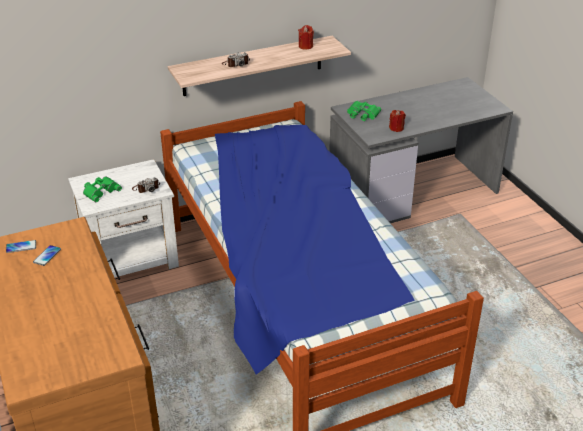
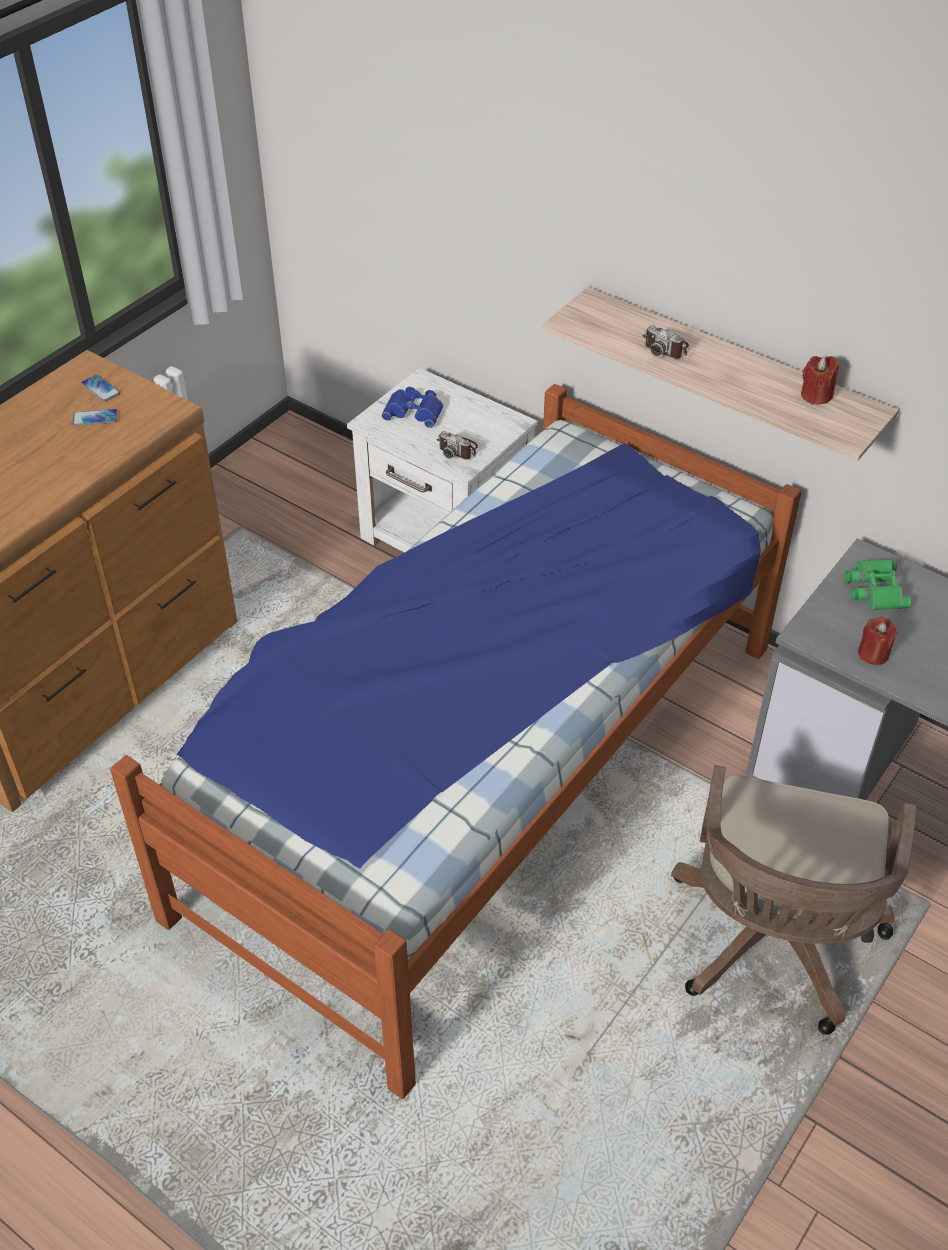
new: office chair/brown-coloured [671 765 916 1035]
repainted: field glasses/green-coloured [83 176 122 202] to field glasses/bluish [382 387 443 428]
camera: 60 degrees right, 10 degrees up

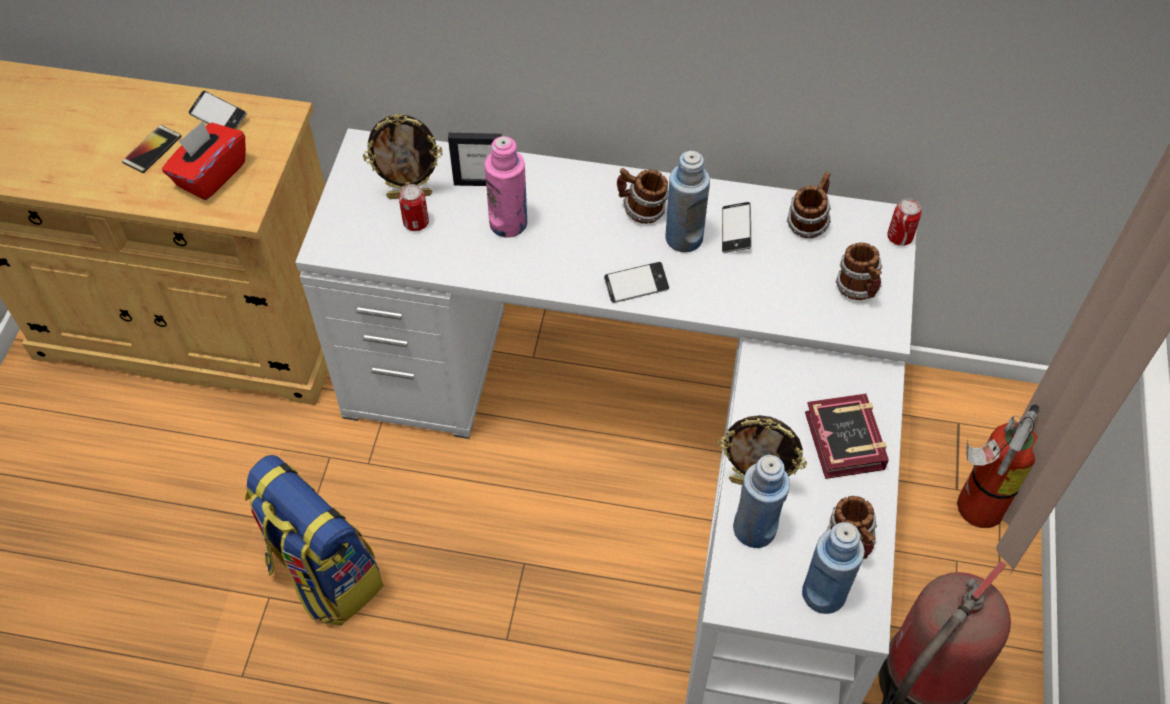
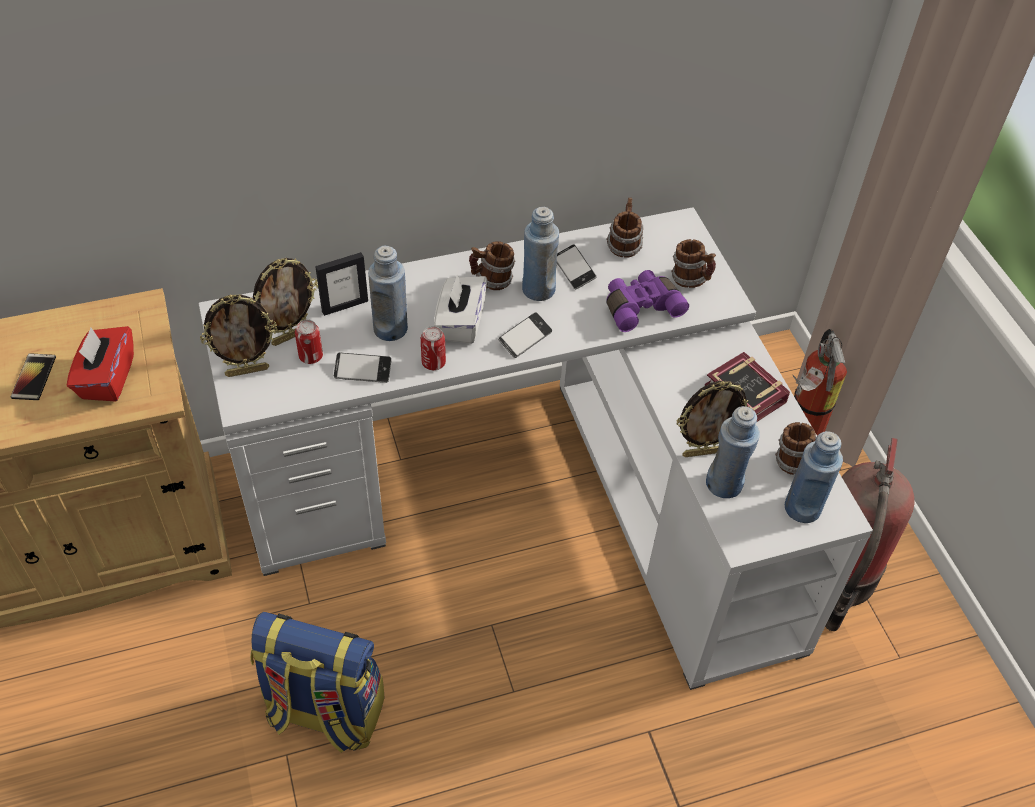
new: field glasses/purplish [606 270 689 332]; box of tissues/white [434 275 487 344]; standing frame [200 294 277 377]
shifted: phone [189 91 246 129] to [334 352 392 383]; sealed can [887 198 921 246] to [421 326 446 370]
repainted: drink bottle/pinkish [485 136 527 238] to drink bottle/bluish [368 246 408 341]
camera: 30 degrees left, 5 degrees down

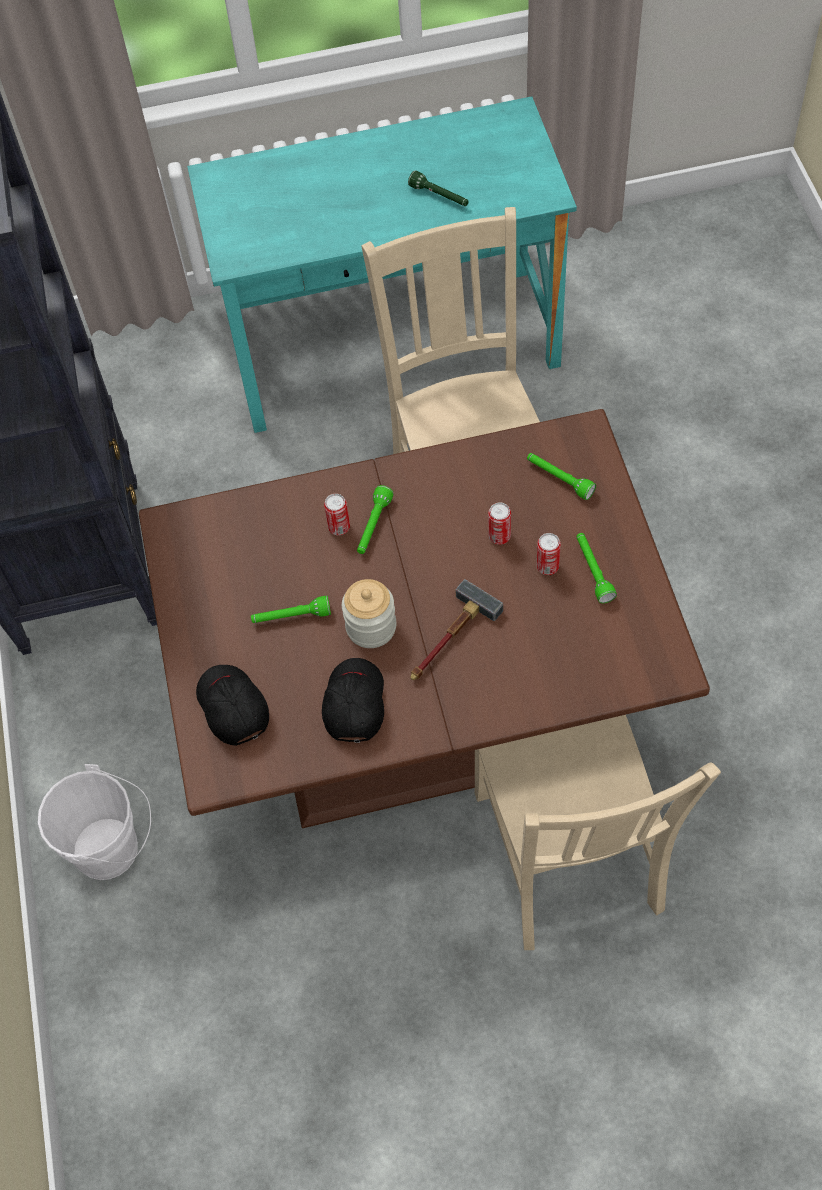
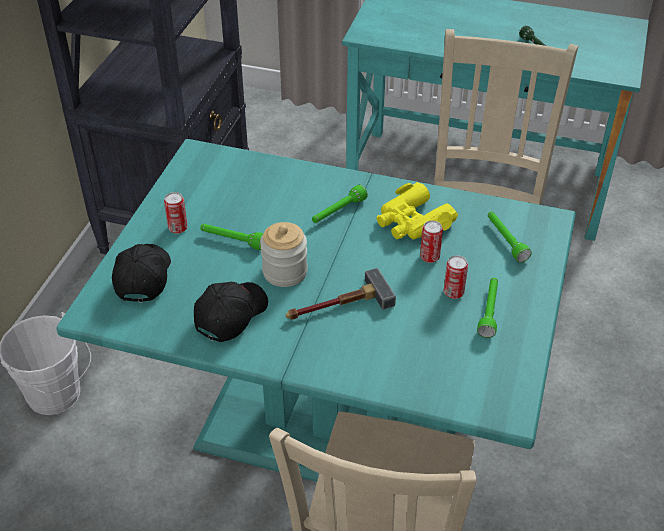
new: field glasses/yellow-coloured [377 182 458 239]
shifted: sealed can [324 494 350 535] to [164 192 188 234]
repainted: kitchen table/brown-coloured [139 409 710 828] to kitchen table/turquoise-coloured [57 139 576 482]
camera: 25 degrees right, 15 degrees down

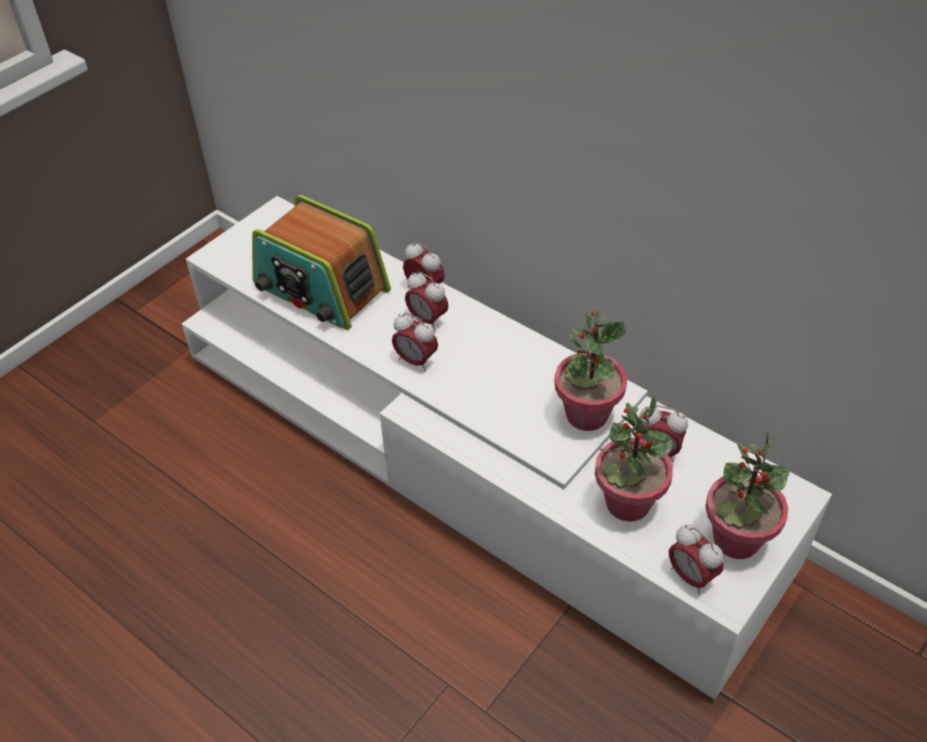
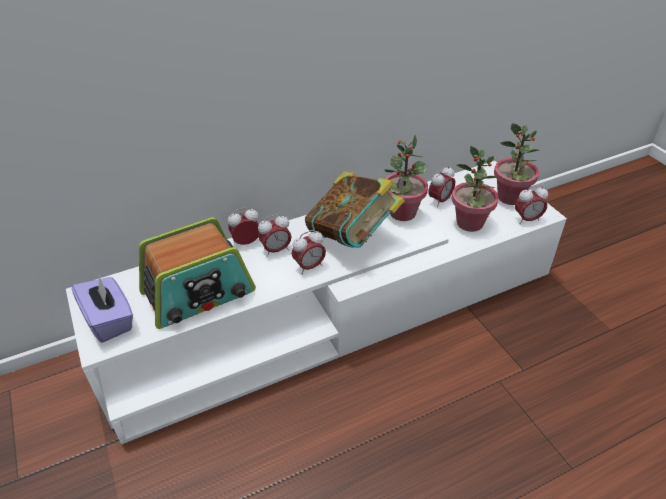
new: bound book [305 171 405 248]; box of tissues/purplish [72 276 133 343]
camera: 65 degrees left, 5 degrees down

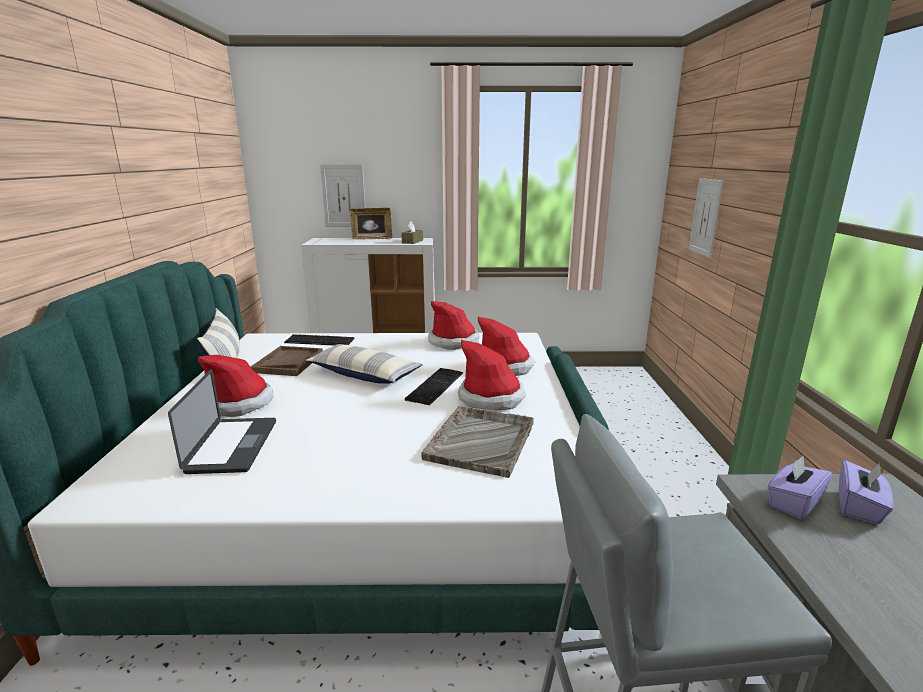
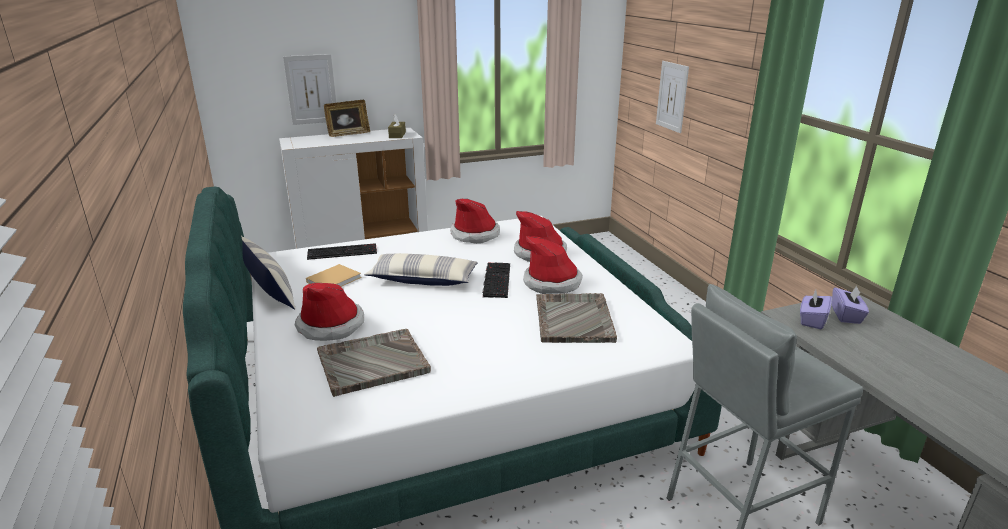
swapped: carrying tray/brown-coloured [251 346 323 376] to bound book/sand-coloured [306 264 362 287]; portable computer [168 369 276 474] to carrying tray/grey [317 329 431 397]
camera: 20 degrees left, 5 degrees up

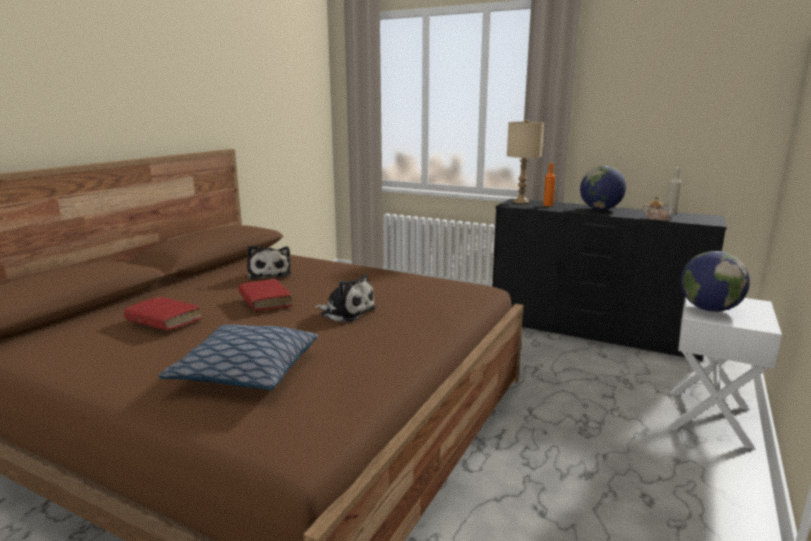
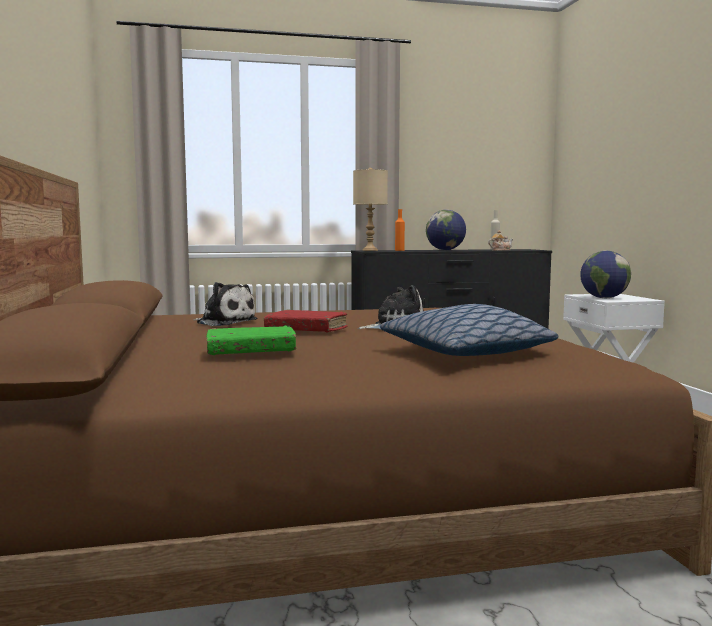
repainted: bound book/reddish [123 296 202 330] to bound book/green-coloured [206 326 296 355]
camera: 40 degrees left, 10 degrees down

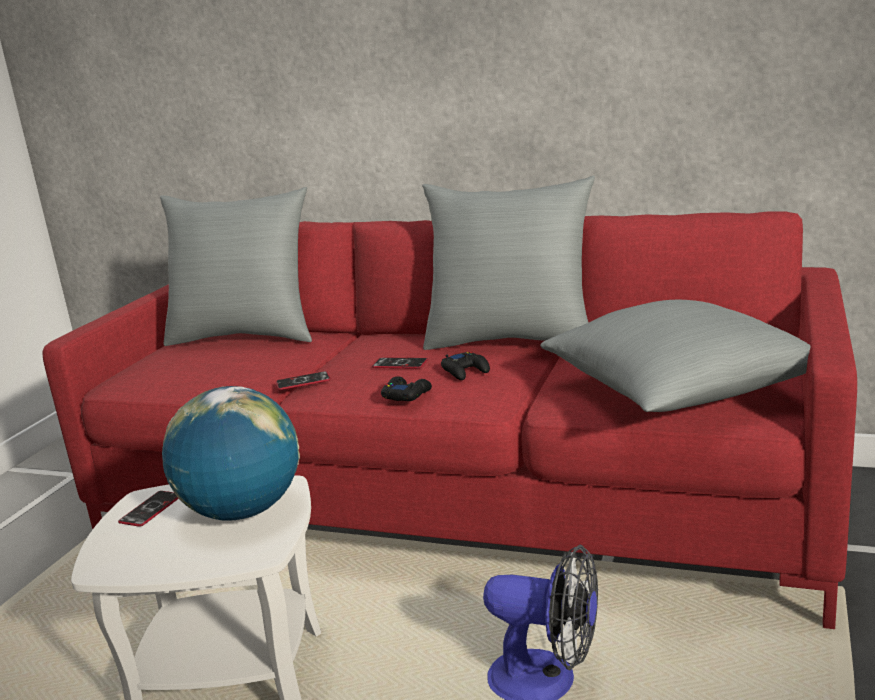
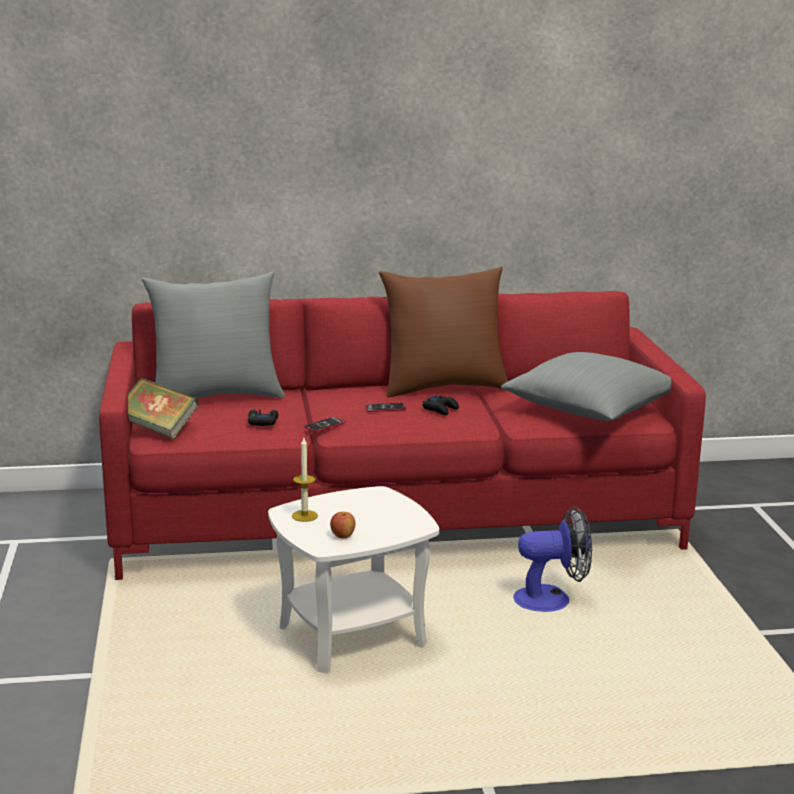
gone: desk globe [162 386 300 521]
new: bound book [128 378 199 439]; whole apple [330 512 355 539]
shifted: joypad/blackish [381 376 432 401] to [248 410 279 426]
swapped: phone [118 491 178 527] to candle [292 438 318 522]
repainted: pillow/grey [422 176 595 350] to pillow/brown-coloured [379 267 508 397]
camera: 30 degrees left, 0 degrees up

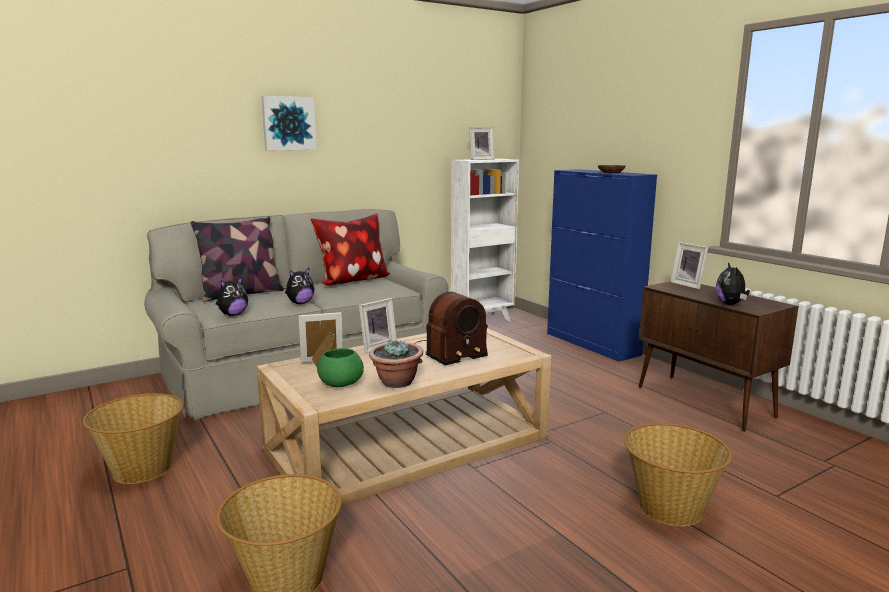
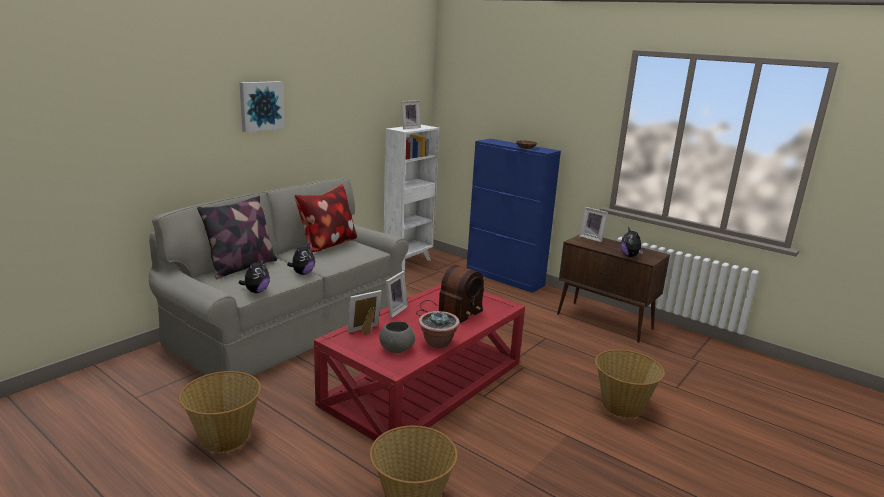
repainted: coffee table/sand-coloured [257 328 551 506] to coffee table/reddish [314 284 525 441]; deep dish/green-coloured [317 348 364 387] to deep dish/grey [379 321 415 353]
camera: 20 degrees left, 5 degrees up

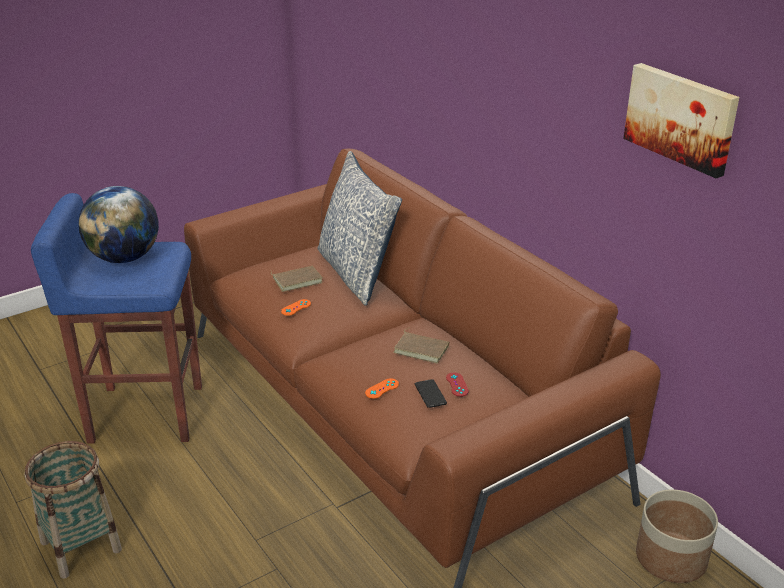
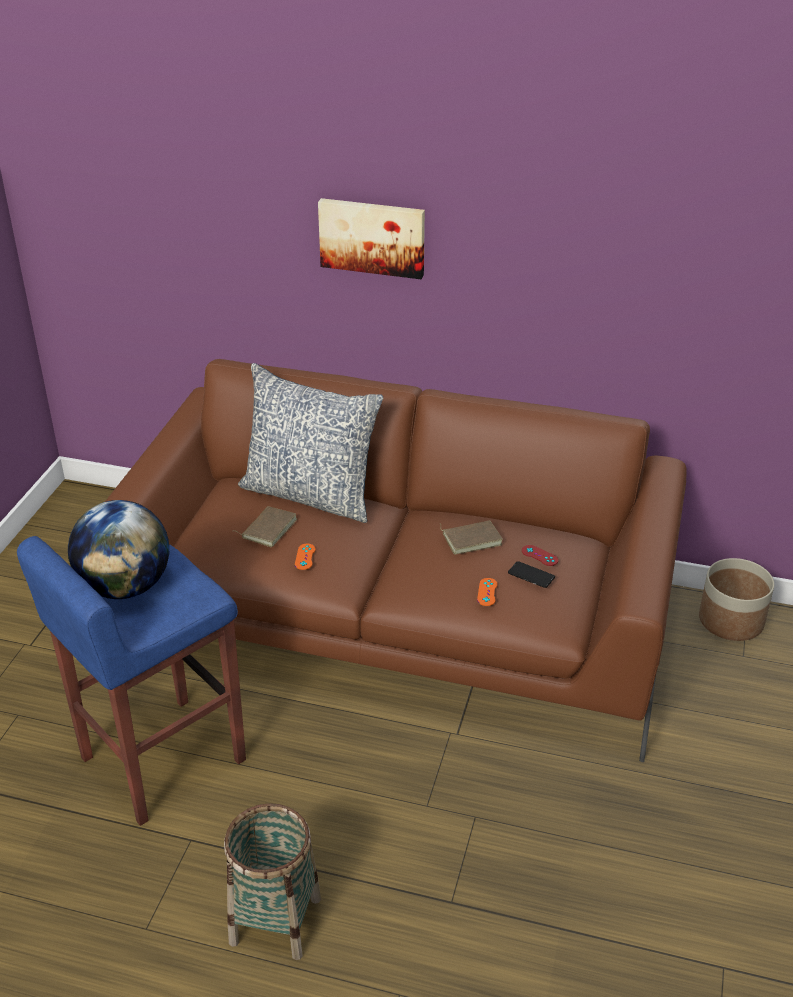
shifted: wall picture [623 63 739 178] to [318 198 425 279]
camera: 40 degrees left, 5 degrees up

